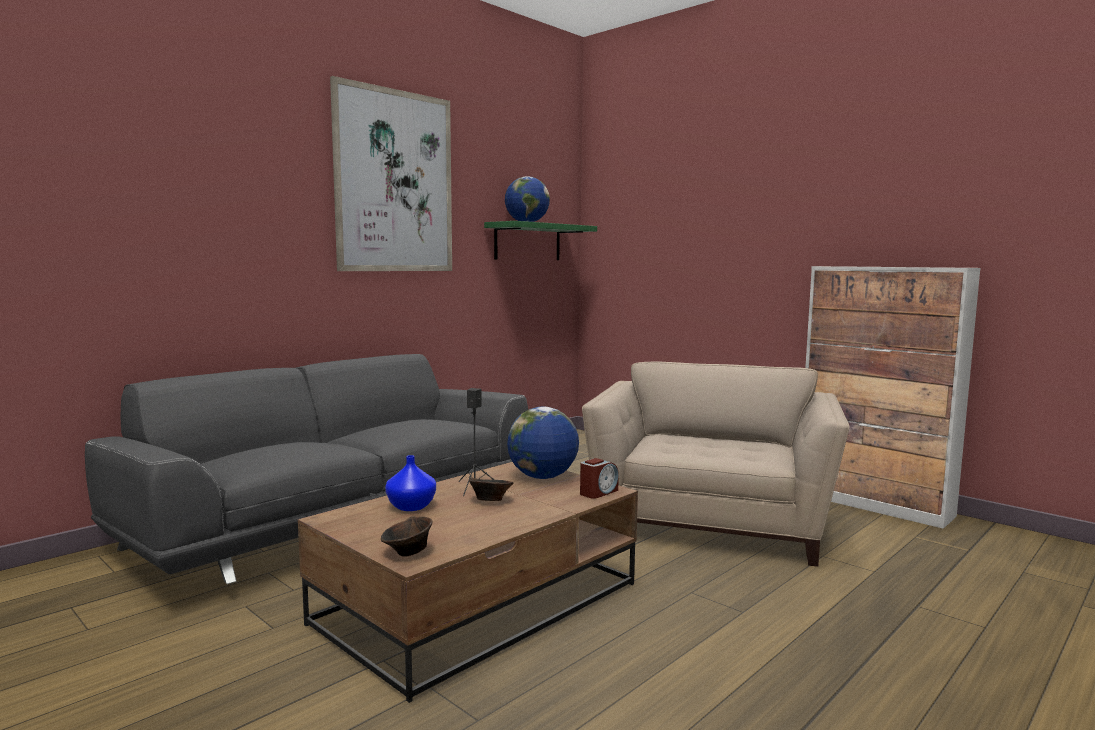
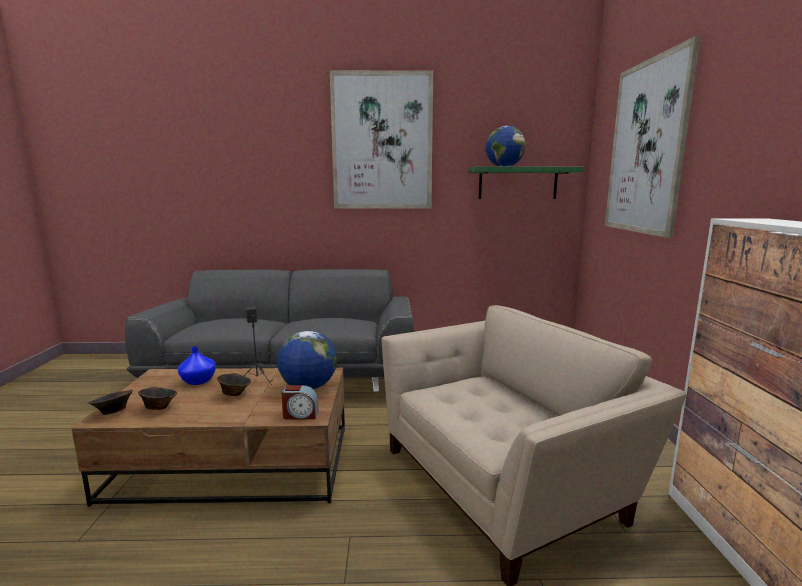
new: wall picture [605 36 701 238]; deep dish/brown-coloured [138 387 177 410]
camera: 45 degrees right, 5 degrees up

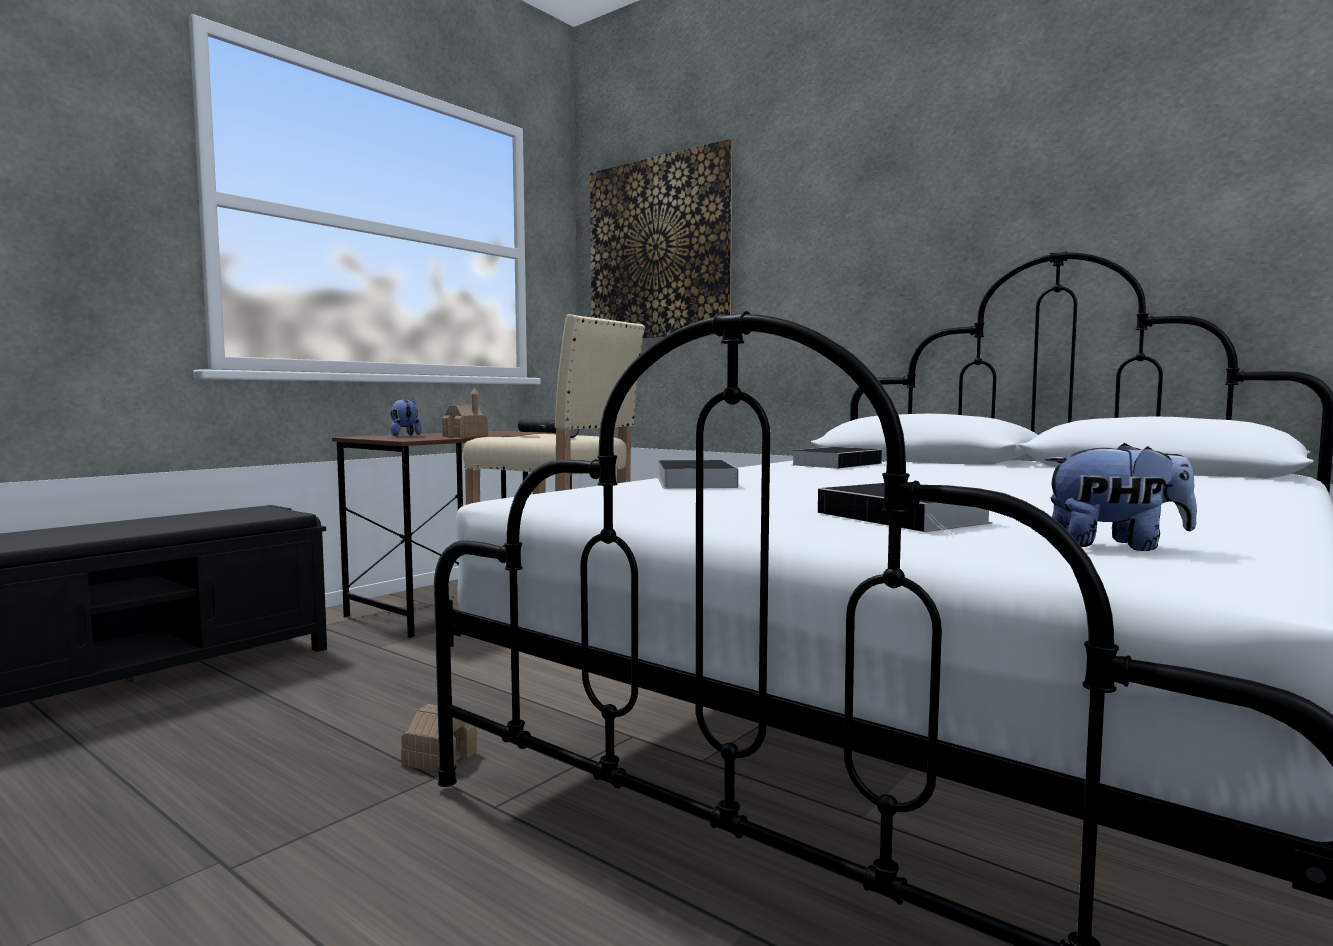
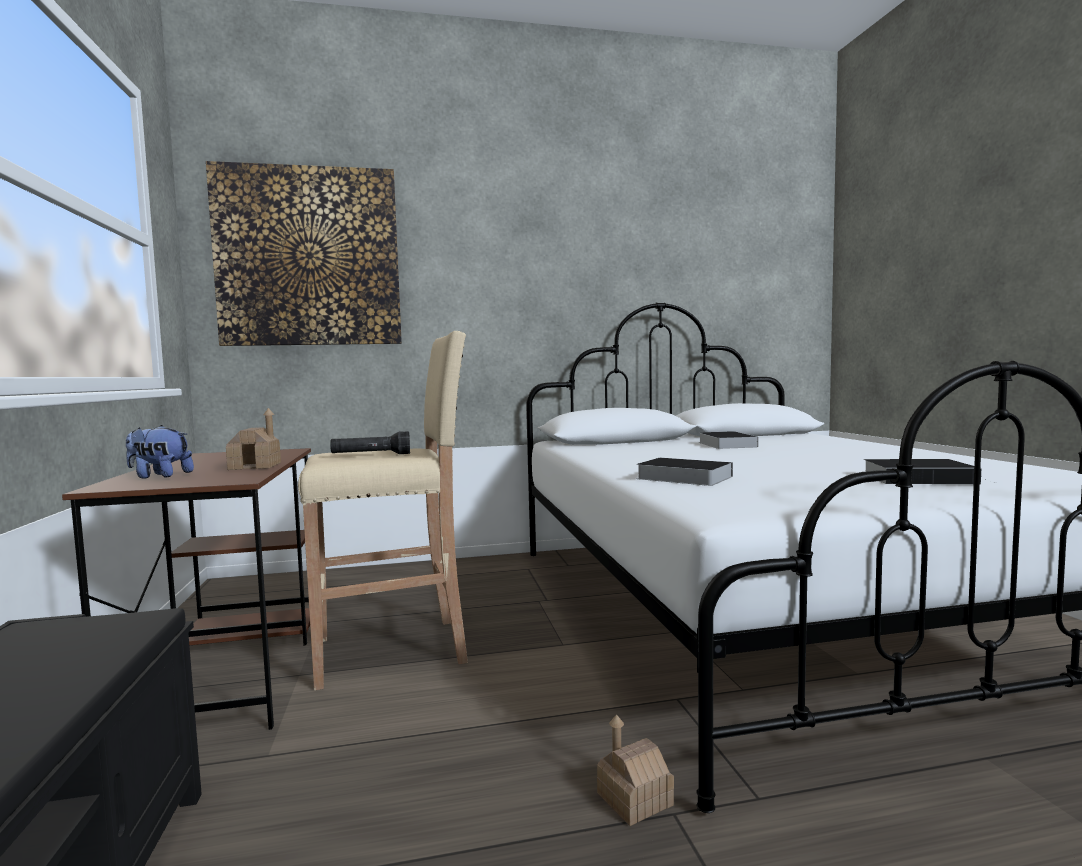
gone: soft toy [1045 443 1197 551]
shifted: bound book [791 447 885 469] to [699 431 758 449]
camera: 50 degrees left, 0 degrees up

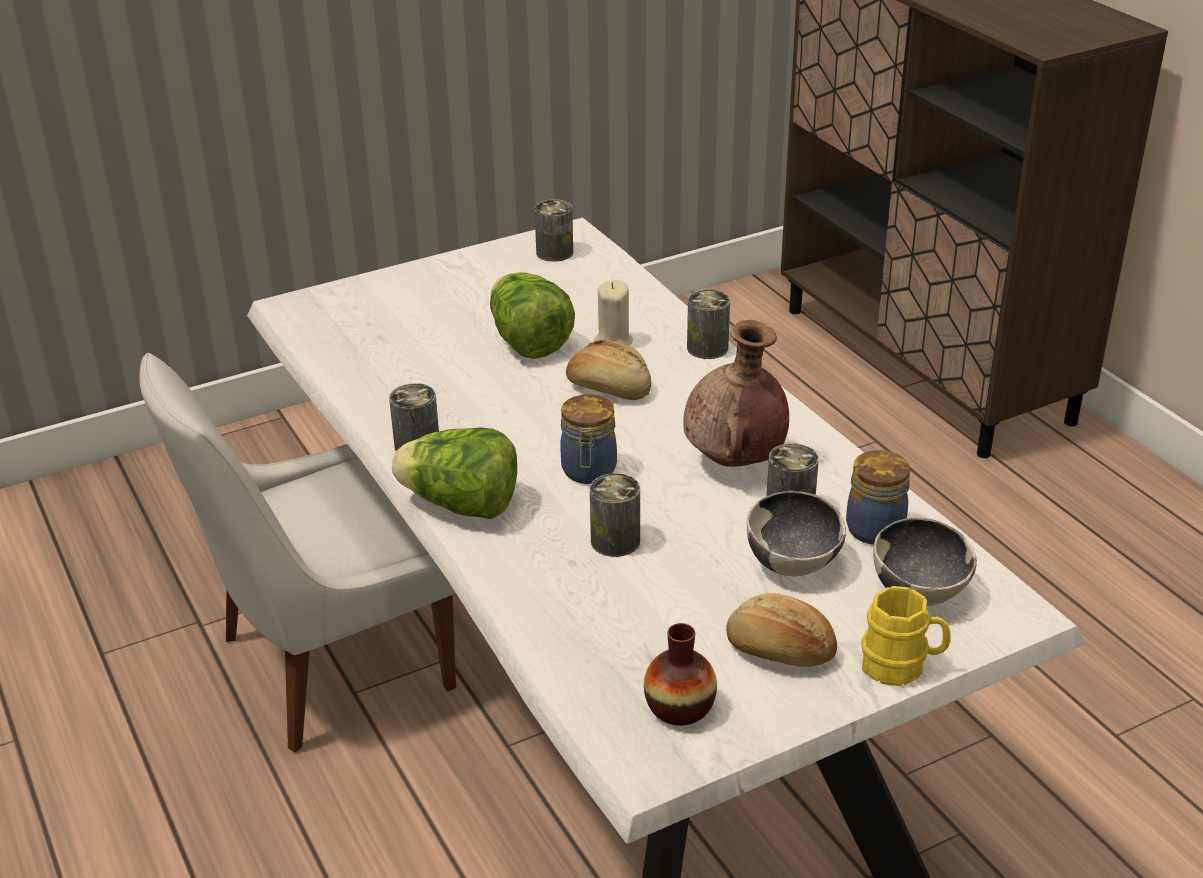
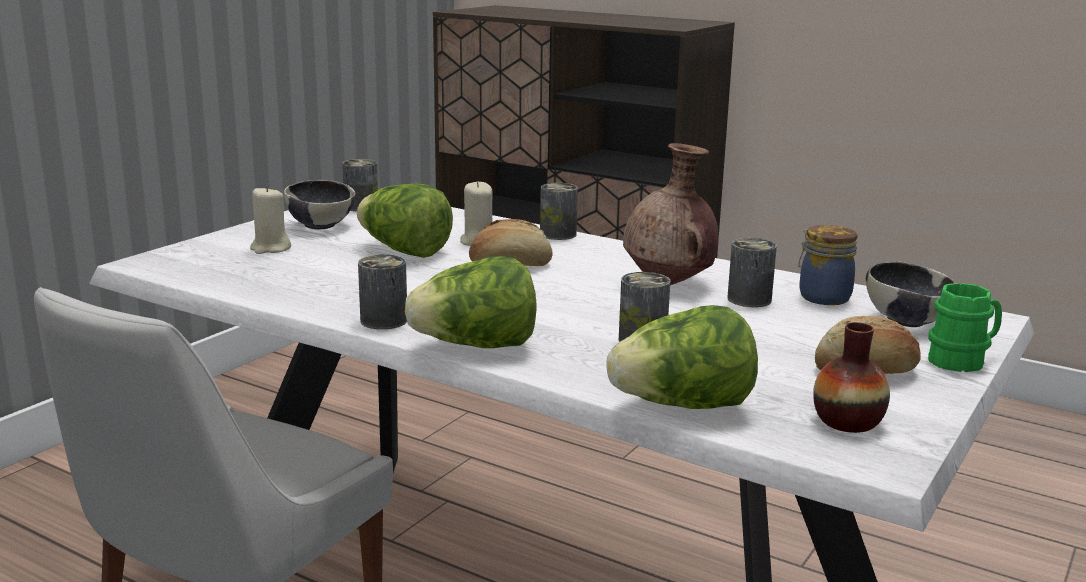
gone: storage jar [560 394 617 484]
new: candle/sand-coloured [250 186 291 254]; lettuce [606 305 758 409]
shifted: deep dish [747 491 846 576] to [284 180 356 230]
repainted: tea mug/yellow-coloured [861 586 950 686] to tea mug/green-coloured [928 283 1002 372]
camera: 30 degrees left, 15 degrees down

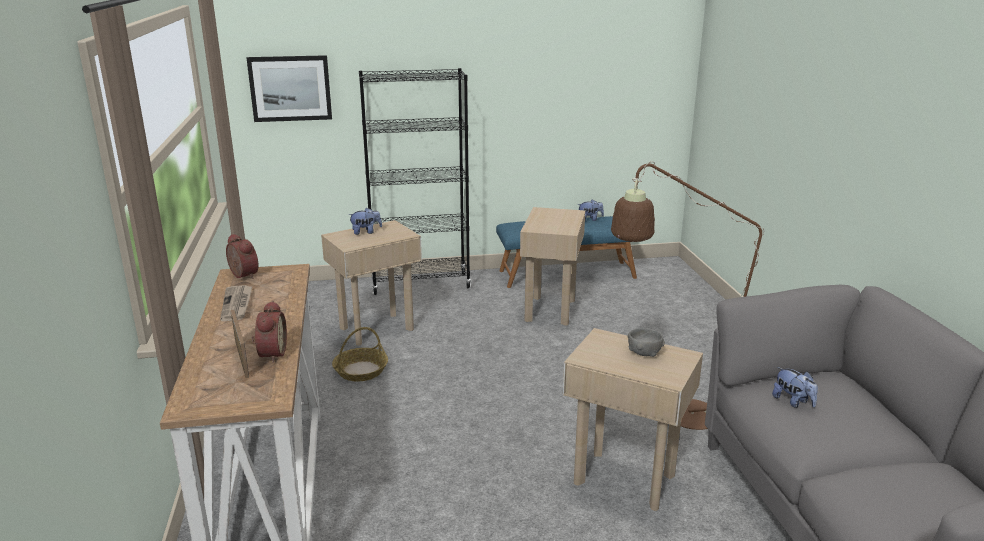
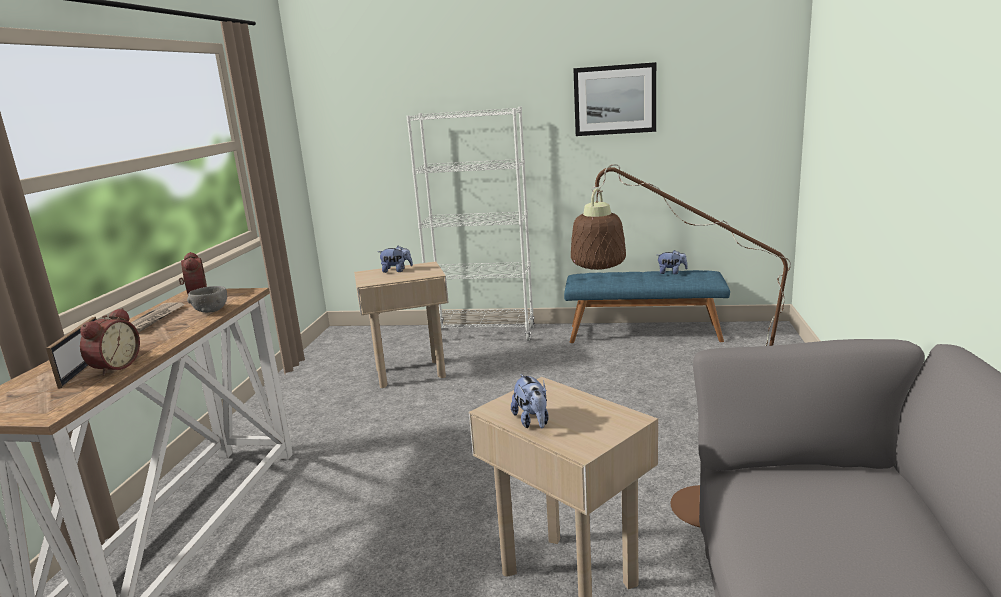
gone: accent table/sand-coloured [520 207 585 326]; storage basket [332 327 388 382]
shifted: wall picture [247 55 332 122] to [573 62 656 136]; deep dish/grey [628 328 665 357] to [187 286 227 313]; soft toy [772 367 818 408] to [511 374 549 428]
repainted: shelving unit/blackish [359 68 471 295] to shelving unit/white [406 107 535 341]
camera: 20 degrees right, 5 degrees down

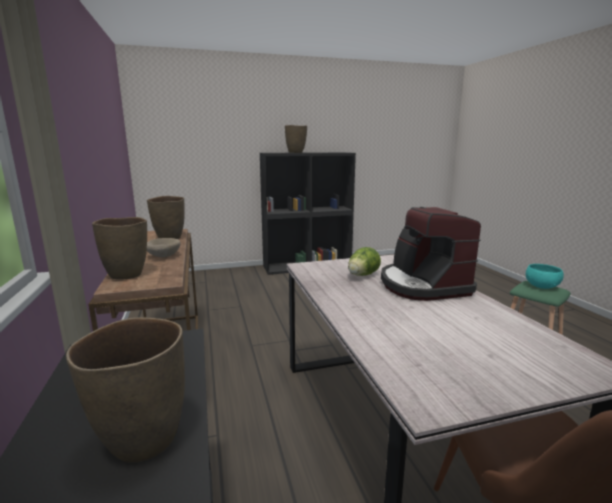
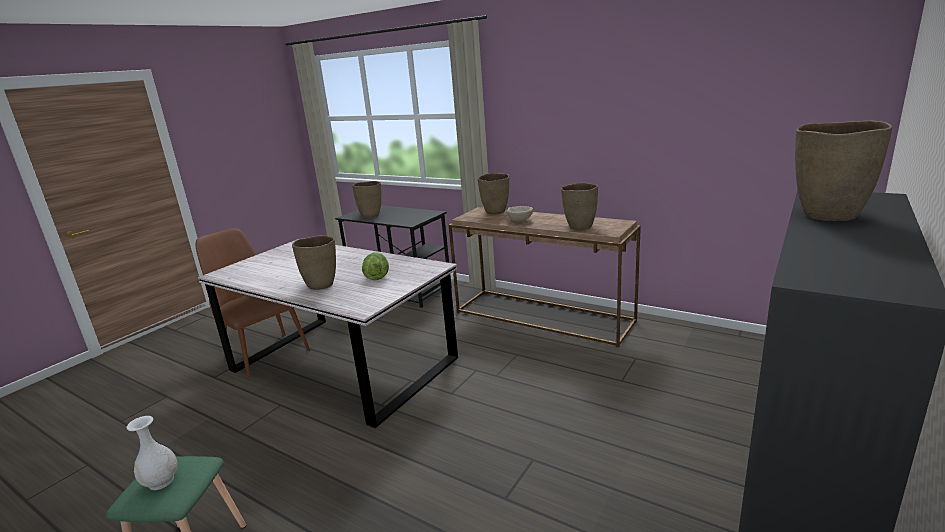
swapped: coffee brewer [381 207 481 301] to decorative vase/brown-coloured [292 235 336 290]; deep dish/turquoise-coloured [526 264 564 289] to decorative vase/white [126 416 178 490]
camera: 140 degrees right, 5 degrees up

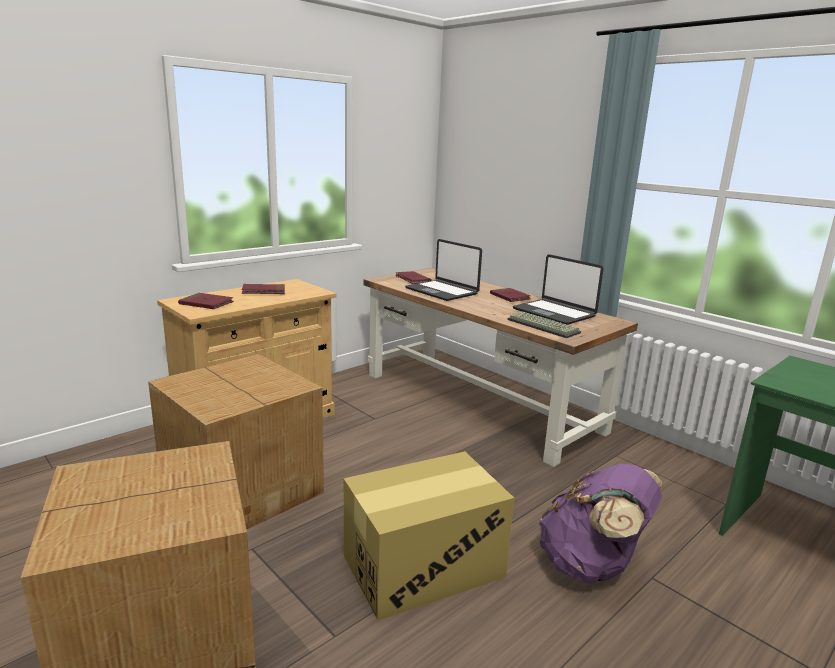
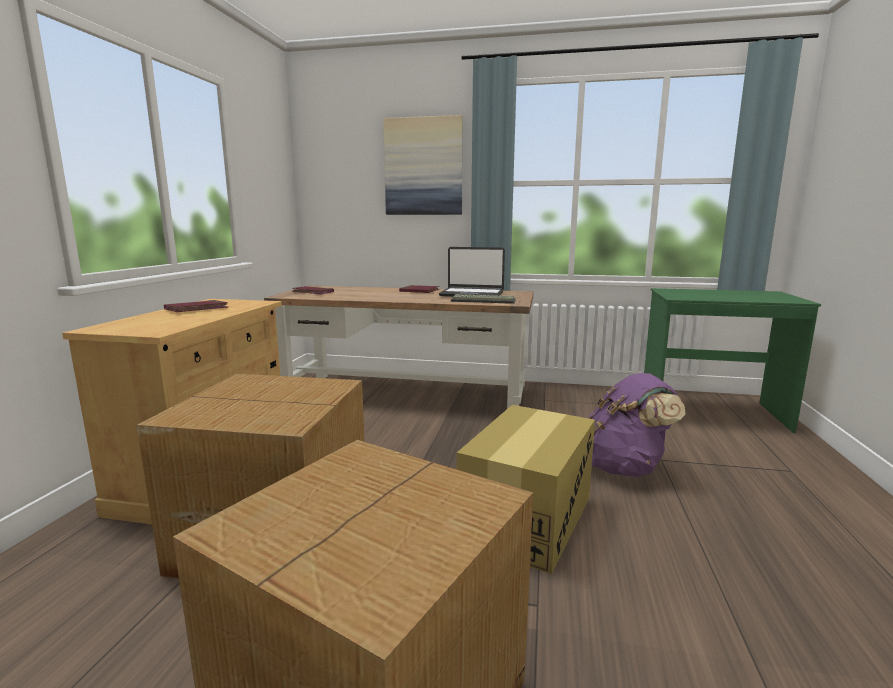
gone: portable computer [405 239 482 301]; bound book/reddish [178 293 234 309]
new: wall picture [383 115 463 215]
camera: 35 degrees left, 5 degrees down

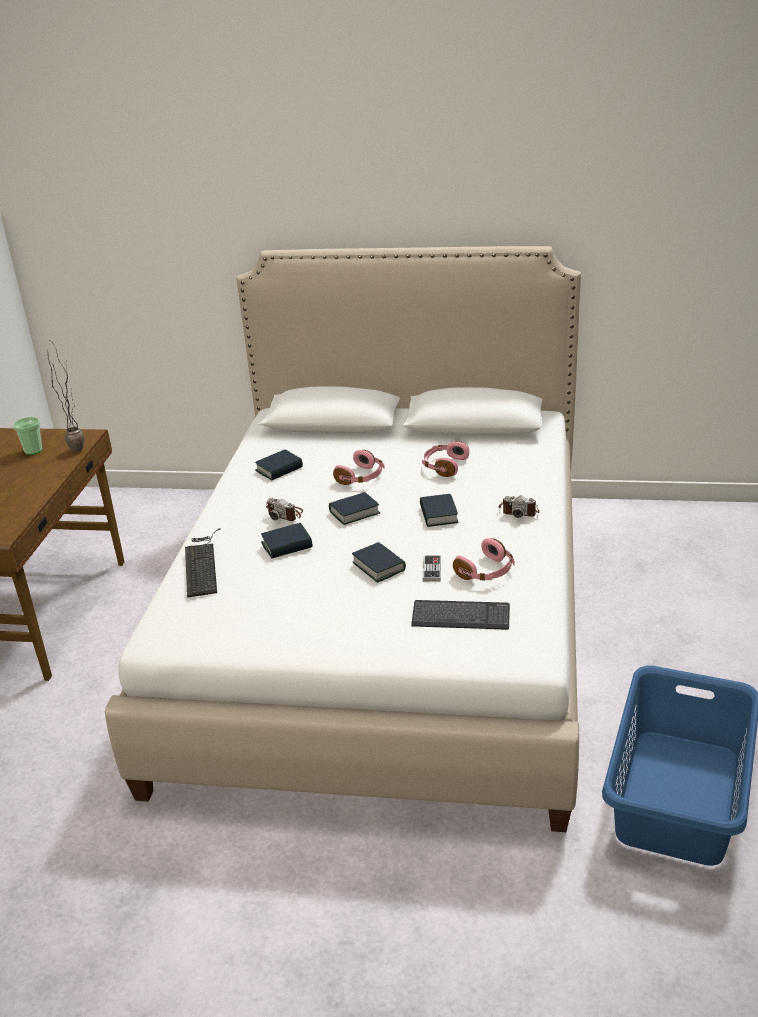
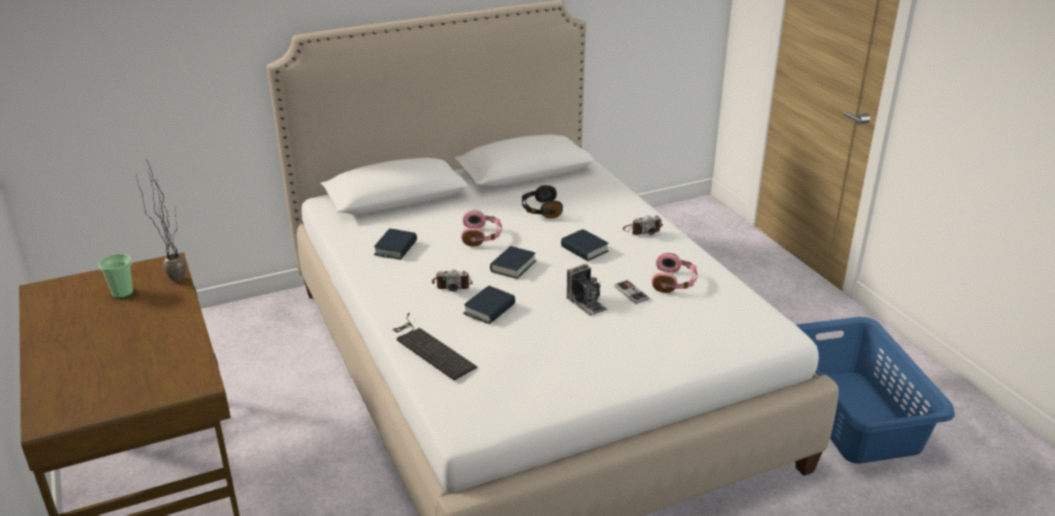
gone: keyboard [411 600 510 630]
swapped: bound book [352 542 406 583] to still camera [567 264 608 316]
repainted: headphones/pinkish [422 441 469 477] to headphones/blackish [522 185 563 219]
camera: 35 degrees left, 0 degrees up

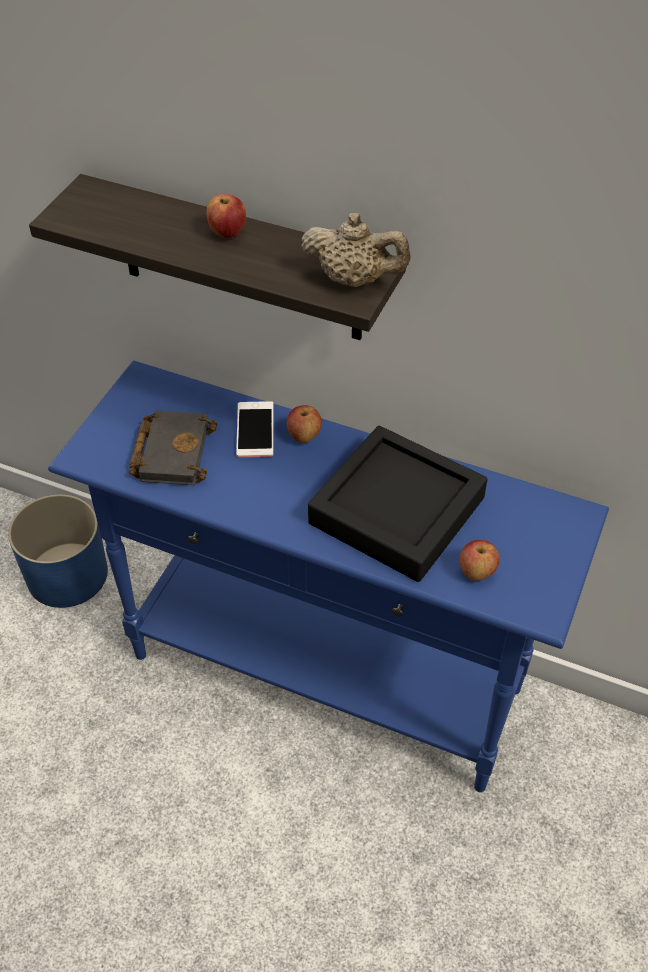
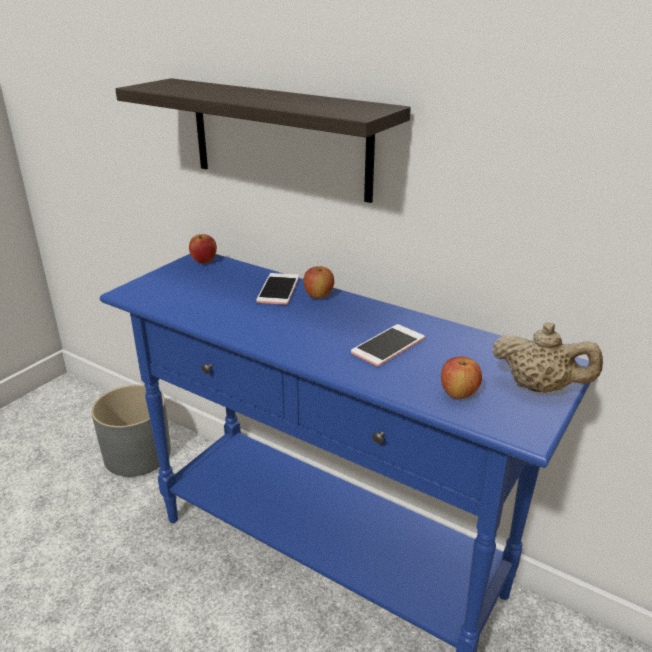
gone: bound book/blackish [129 411 218 485]
shifted: whole apple [207 194 246 238] to [189 234 217 264]; teapot/sand-coloured [301 213 411 287] to [492 322 603 393]
swapped: carrying tray/blackish [308 426 488 582] to phone [351 324 425 366]
repainted: flower pot/bluish [8 494 108 608] to flower pot/grey [91 385 171 477]
camera: 10 degrees right, 20 degrees down

